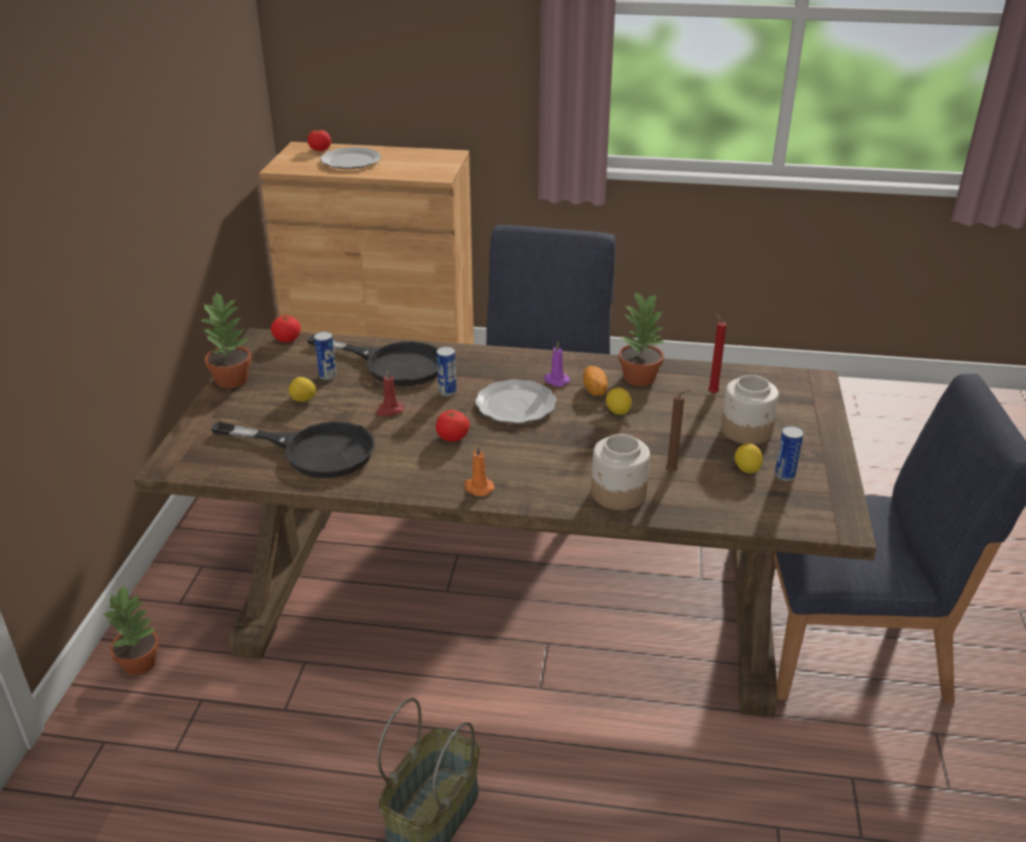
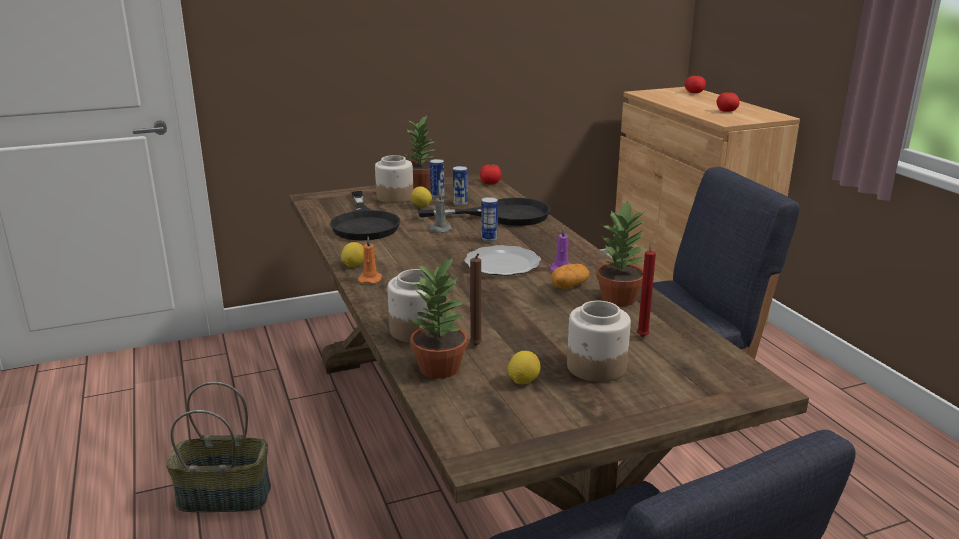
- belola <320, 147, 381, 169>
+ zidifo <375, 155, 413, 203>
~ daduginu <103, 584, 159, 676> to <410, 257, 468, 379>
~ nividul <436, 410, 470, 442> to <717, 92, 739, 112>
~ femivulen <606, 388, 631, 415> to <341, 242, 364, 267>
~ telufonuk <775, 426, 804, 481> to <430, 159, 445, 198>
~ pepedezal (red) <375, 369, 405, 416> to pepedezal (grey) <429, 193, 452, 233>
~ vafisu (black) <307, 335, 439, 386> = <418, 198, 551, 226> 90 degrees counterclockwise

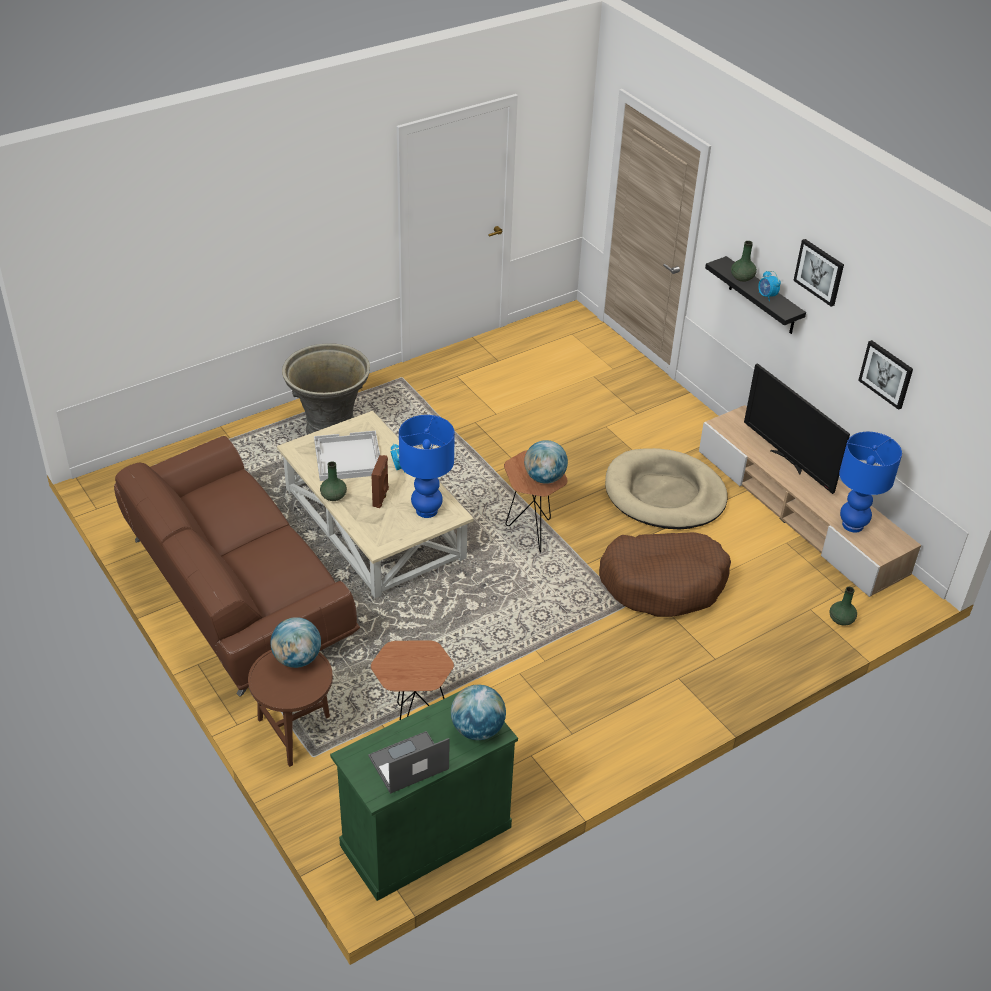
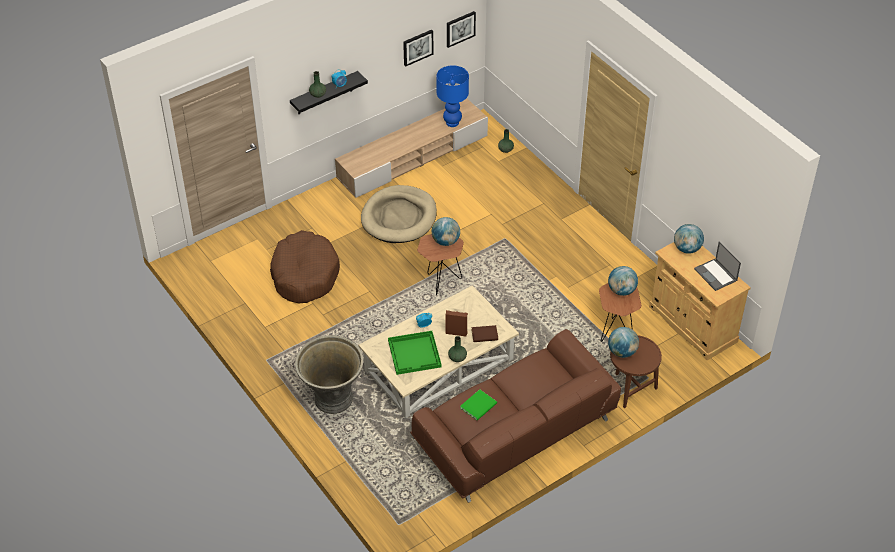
- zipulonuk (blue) <399, 415, 455, 518>
- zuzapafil <744, 363, 850, 494>
+ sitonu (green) <460, 389, 497, 420>
+ sitonu (brown) <471, 325, 498, 342>
+ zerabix <608, 266, 638, 296>
~ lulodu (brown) <599, 532, 731, 617> to <270, 230, 340, 303>
~ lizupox <793, 239, 844, 307> to <447, 11, 476, 48>
~ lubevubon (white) <314, 431, 380, 481> to lubevubon (green) <388, 331, 442, 375>
~ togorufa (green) <330, 691, 518, 901> to togorufa (beige) <649, 242, 751, 360>

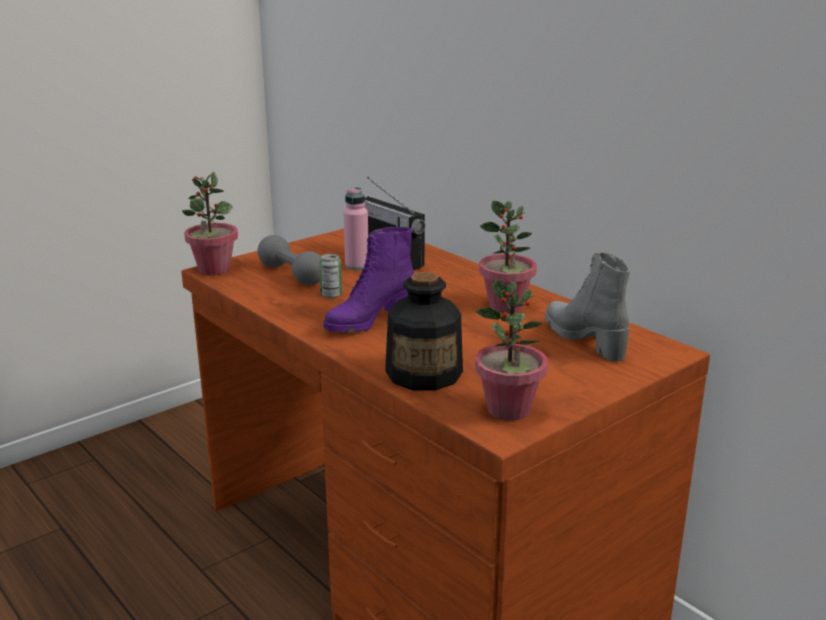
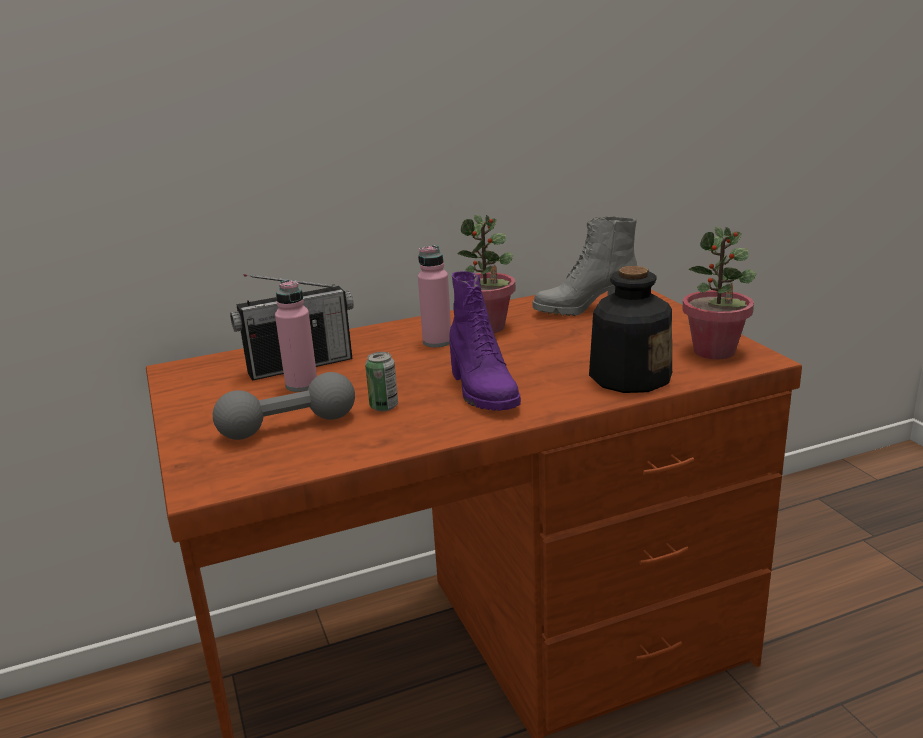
- daduginu <182, 171, 238, 276>
+ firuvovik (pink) <418, 245, 451, 347>

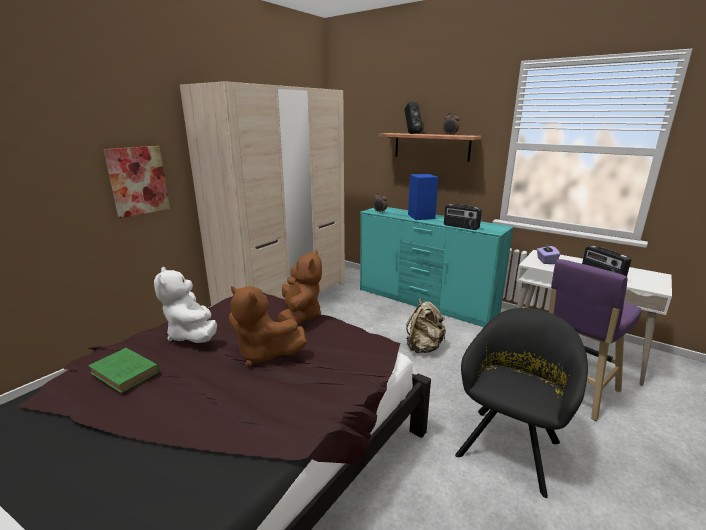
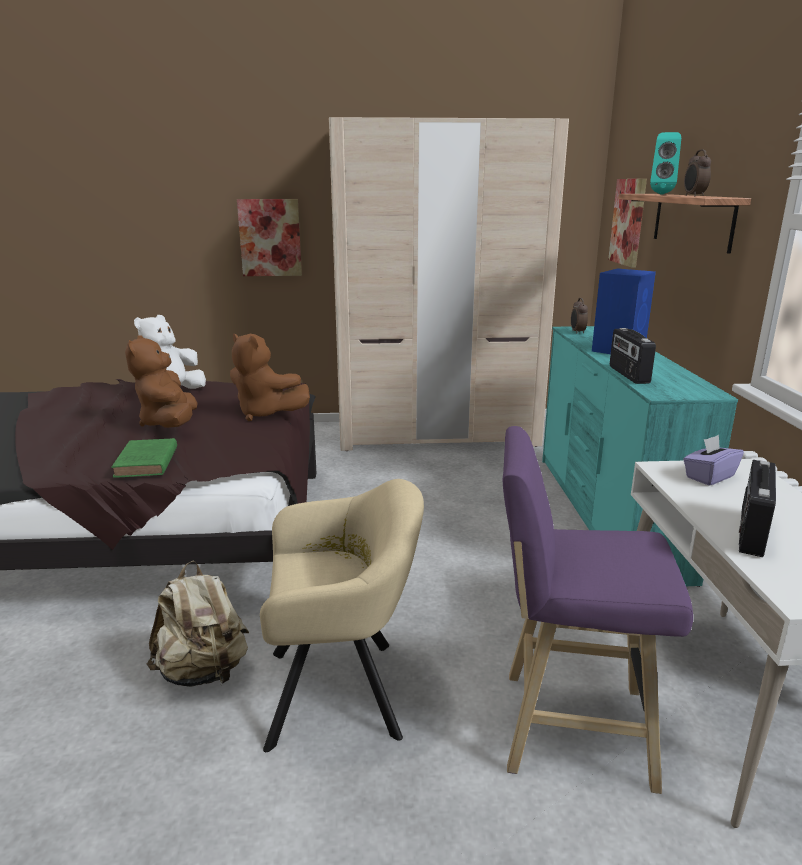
+ lizupox <608, 179, 647, 268>
~ sitonu (green) <89, 348, 160, 393> to <111, 438, 177, 478>
~ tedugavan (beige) <406, 298, 446, 353> to <147, 561, 249, 687>
~ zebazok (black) <404, 102, 423, 134> to zebazok (turquoise) <650, 132, 681, 195>
~ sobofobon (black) <455, 308, 588, 498> to sobofobon (beige) <260, 479, 424, 752>
~ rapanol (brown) <278, 250, 322, 326> = <230, 334, 310, 421> 75 degrees clockwise

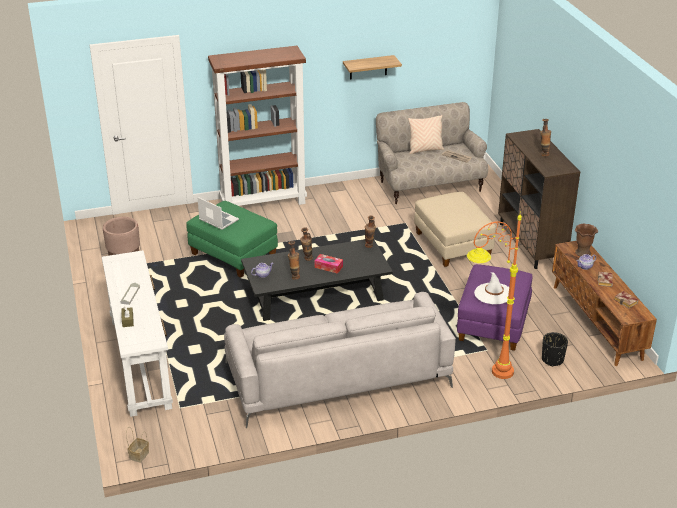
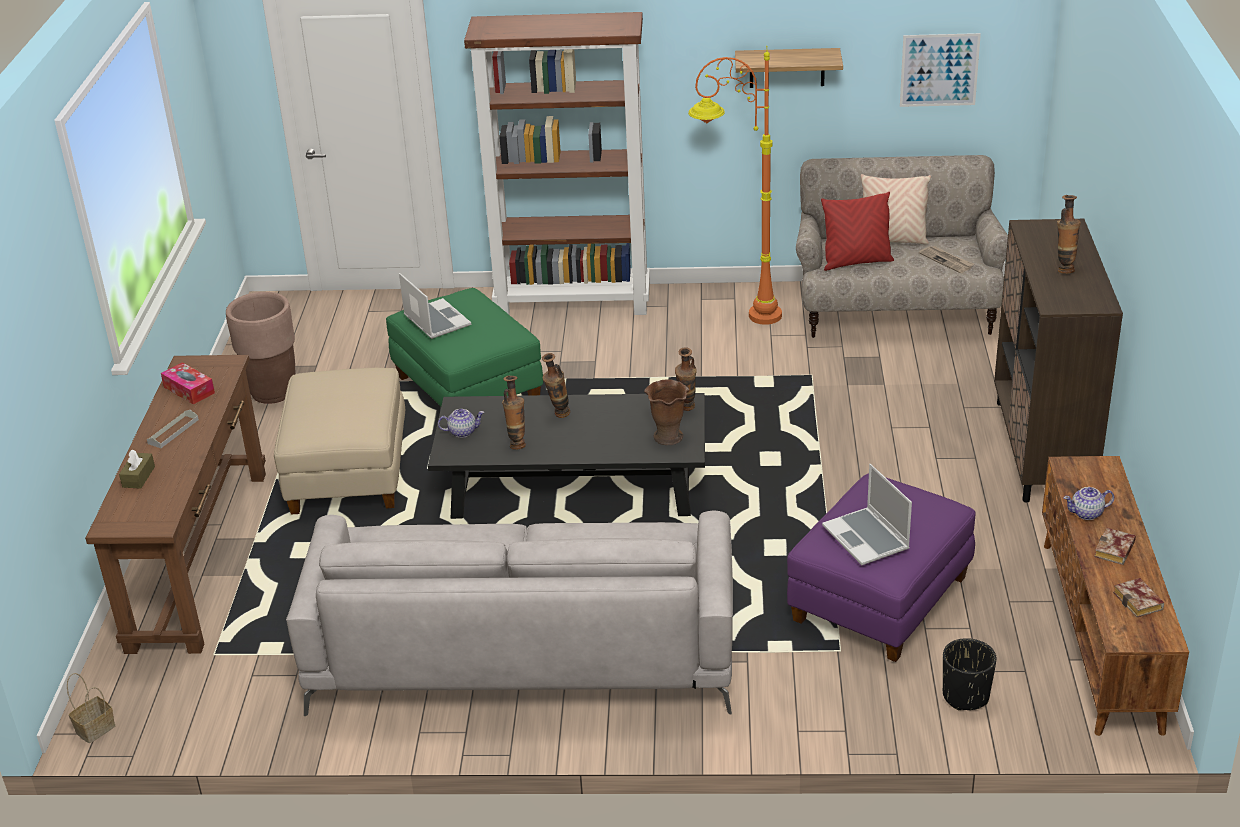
+ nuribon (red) <821, 192, 894, 271>
+ lizupox <900, 33, 981, 107>
~ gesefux <315, 254, 343, 274> to <161, 362, 215, 404>
~ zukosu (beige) <414, 192, 496, 267> to <274, 368, 405, 515>
~ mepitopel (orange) <467, 215, 522, 379> to <688, 46, 782, 325>
~ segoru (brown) <575, 223, 598, 257> to <644, 379, 689, 445>
~ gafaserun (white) <474, 272, 509, 304> to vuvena <822, 464, 912, 565>
~ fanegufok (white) <102, 250, 173, 417> to fanegufok (brown) <85, 355, 266, 654>

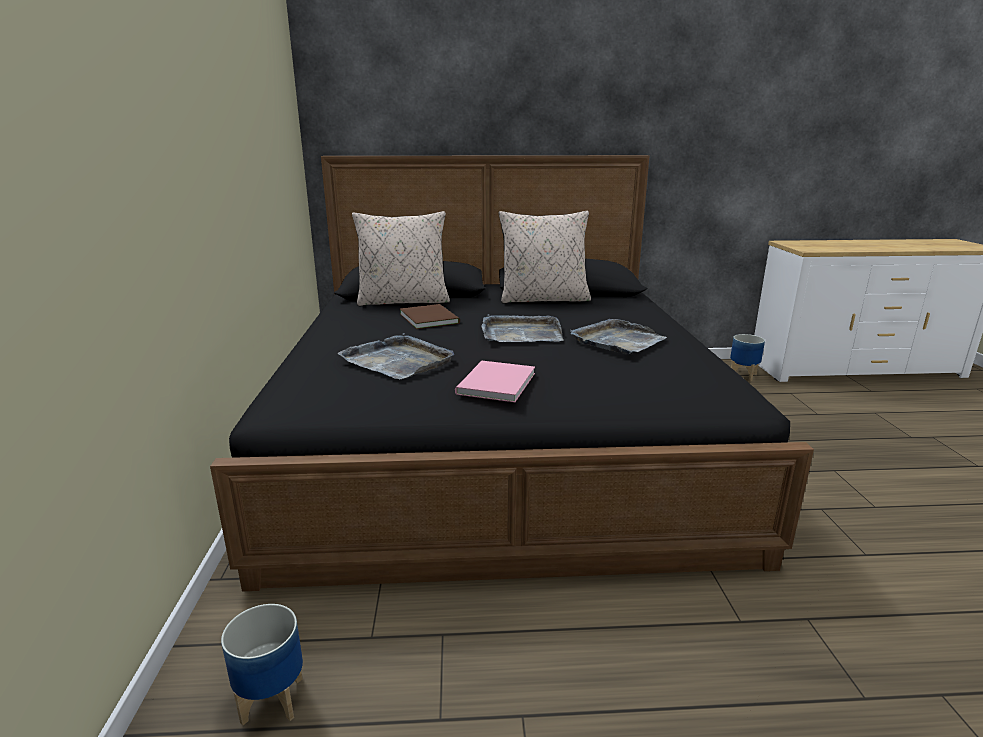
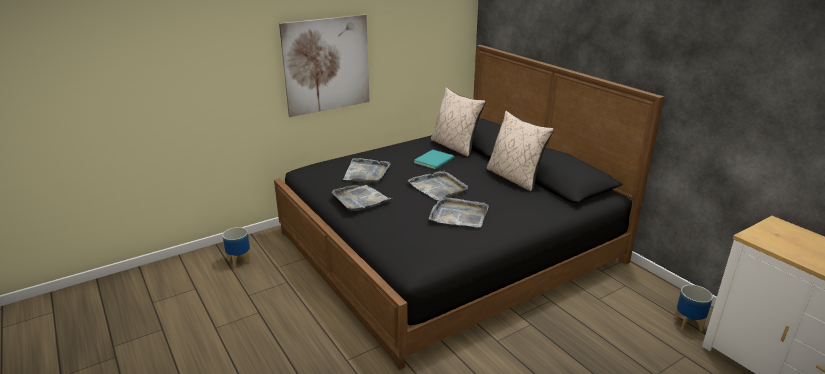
+ lizupox <279, 14, 370, 117>
~ sitonu (pink) <455, 361, 535, 402> to lubevubon (grey) <332, 185, 392, 211>
~ sitonu (brown) <400, 304, 460, 329> to sitonu (turquoise) <414, 150, 454, 170>

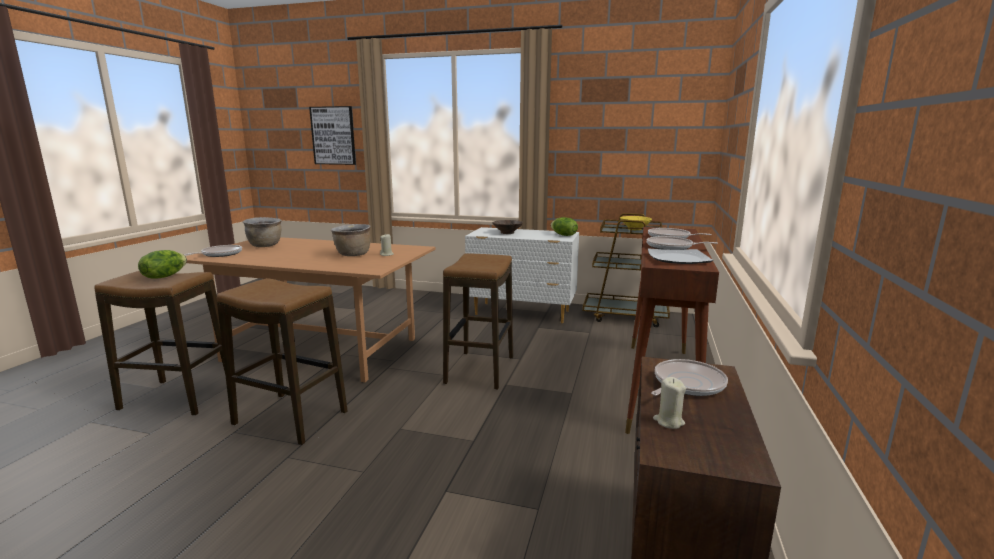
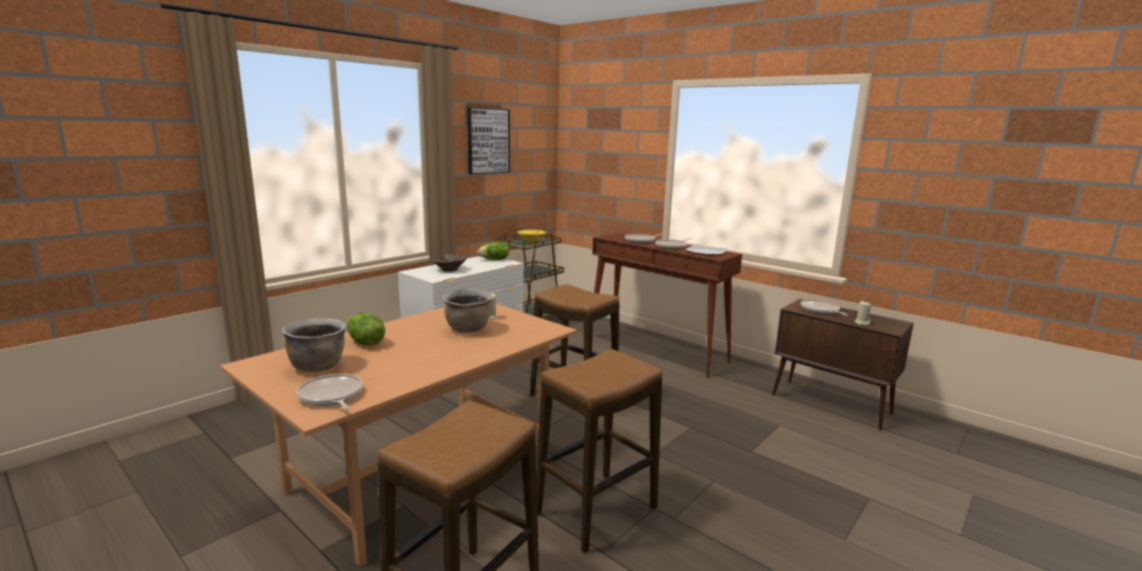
~ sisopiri <138, 250, 187, 279> to <347, 313, 385, 346>
~ lizupox <309, 106, 356, 165> to <467, 107, 510, 174>

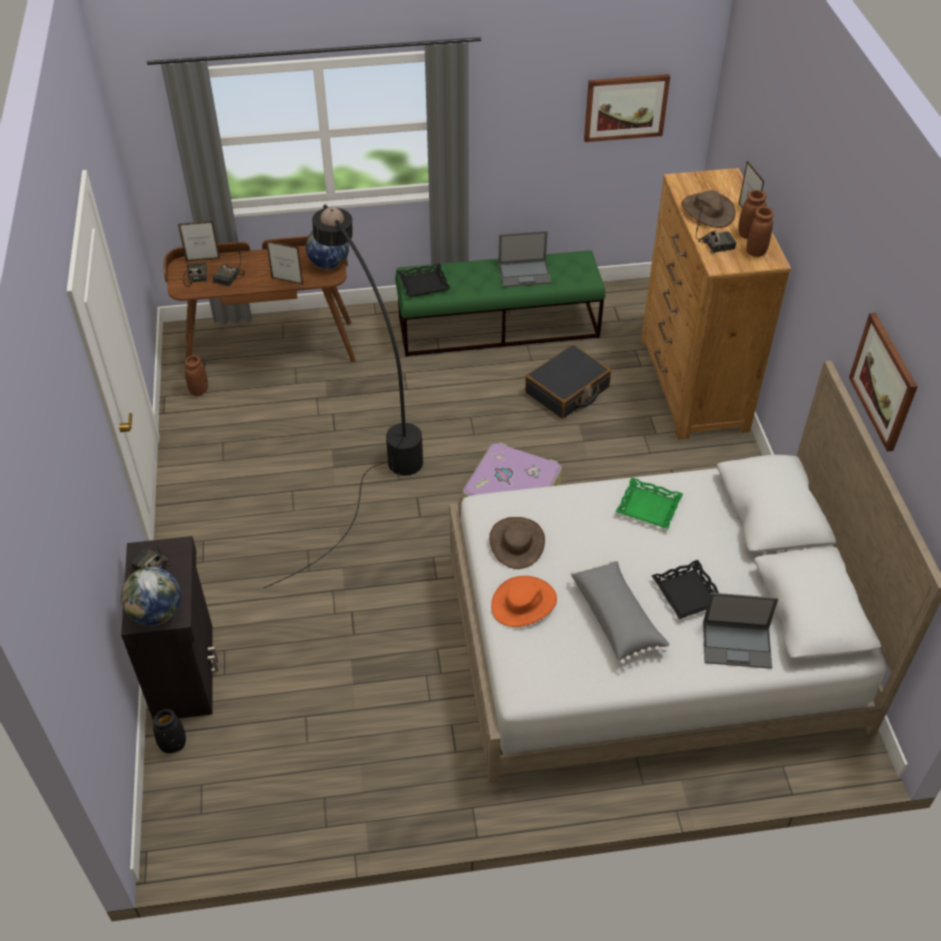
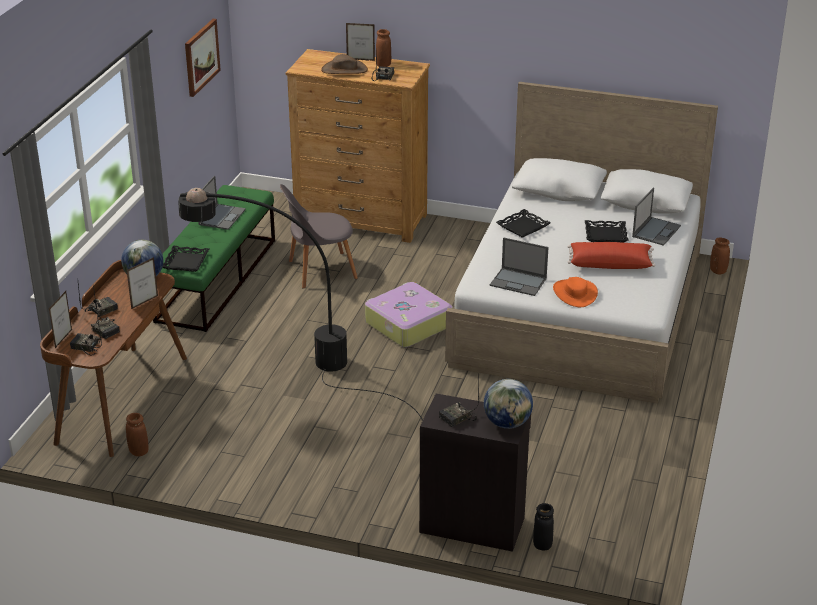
- lizupox <849, 313, 918, 452>
+ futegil <78, 284, 118, 317>
~ segoru (brown) <746, 206, 774, 257> to <710, 238, 730, 274>
~ gafaserun (brown) <489, 517, 545, 569> to vuvena <490, 237, 549, 296>
~ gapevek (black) <525, 345, 611, 419> to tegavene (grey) <280, 184, 358, 289>
~ nuribon (grey) <571, 560, 669, 665> to nuribon (red) <568, 242, 655, 269>
~ lubevubon (green) <615, 478, 683, 529> to lubevubon (black) <496, 209, 551, 238>

